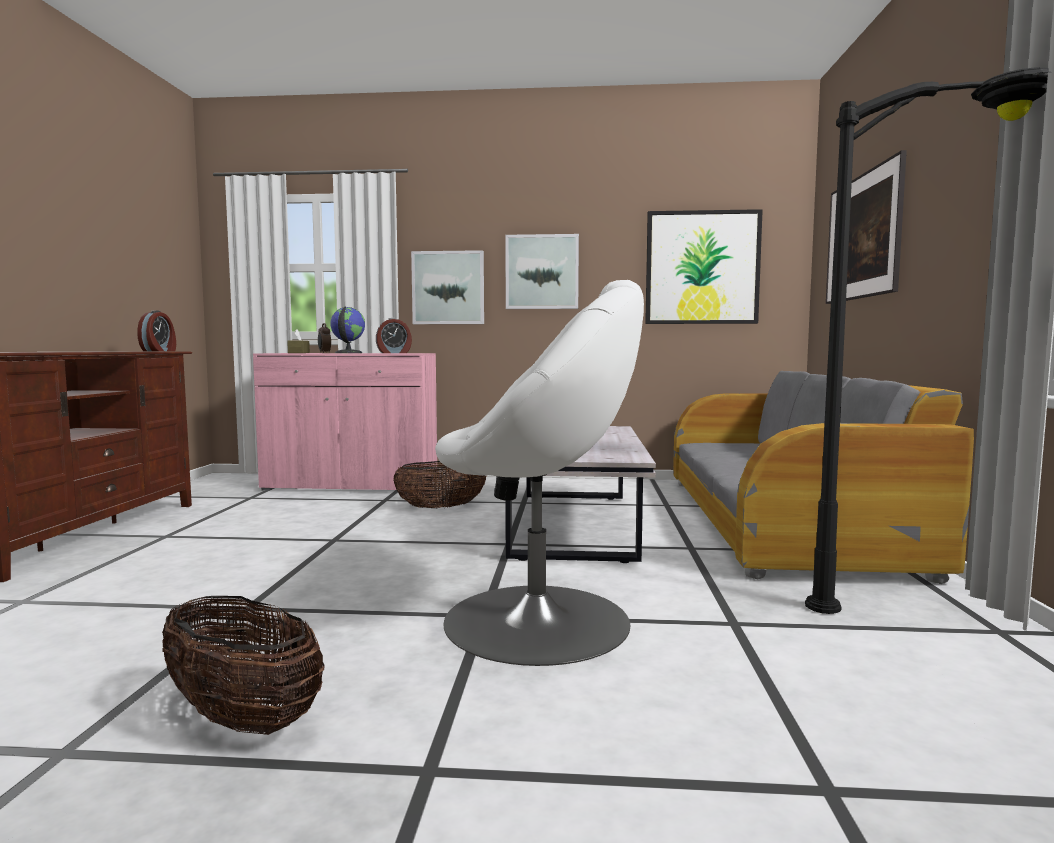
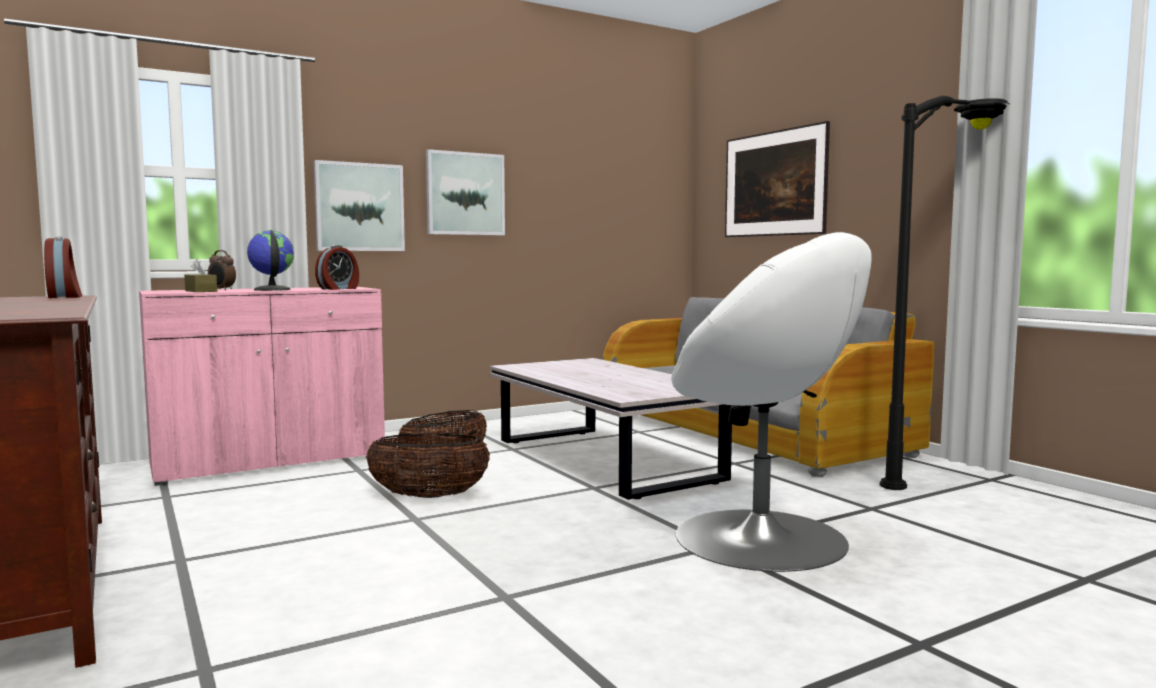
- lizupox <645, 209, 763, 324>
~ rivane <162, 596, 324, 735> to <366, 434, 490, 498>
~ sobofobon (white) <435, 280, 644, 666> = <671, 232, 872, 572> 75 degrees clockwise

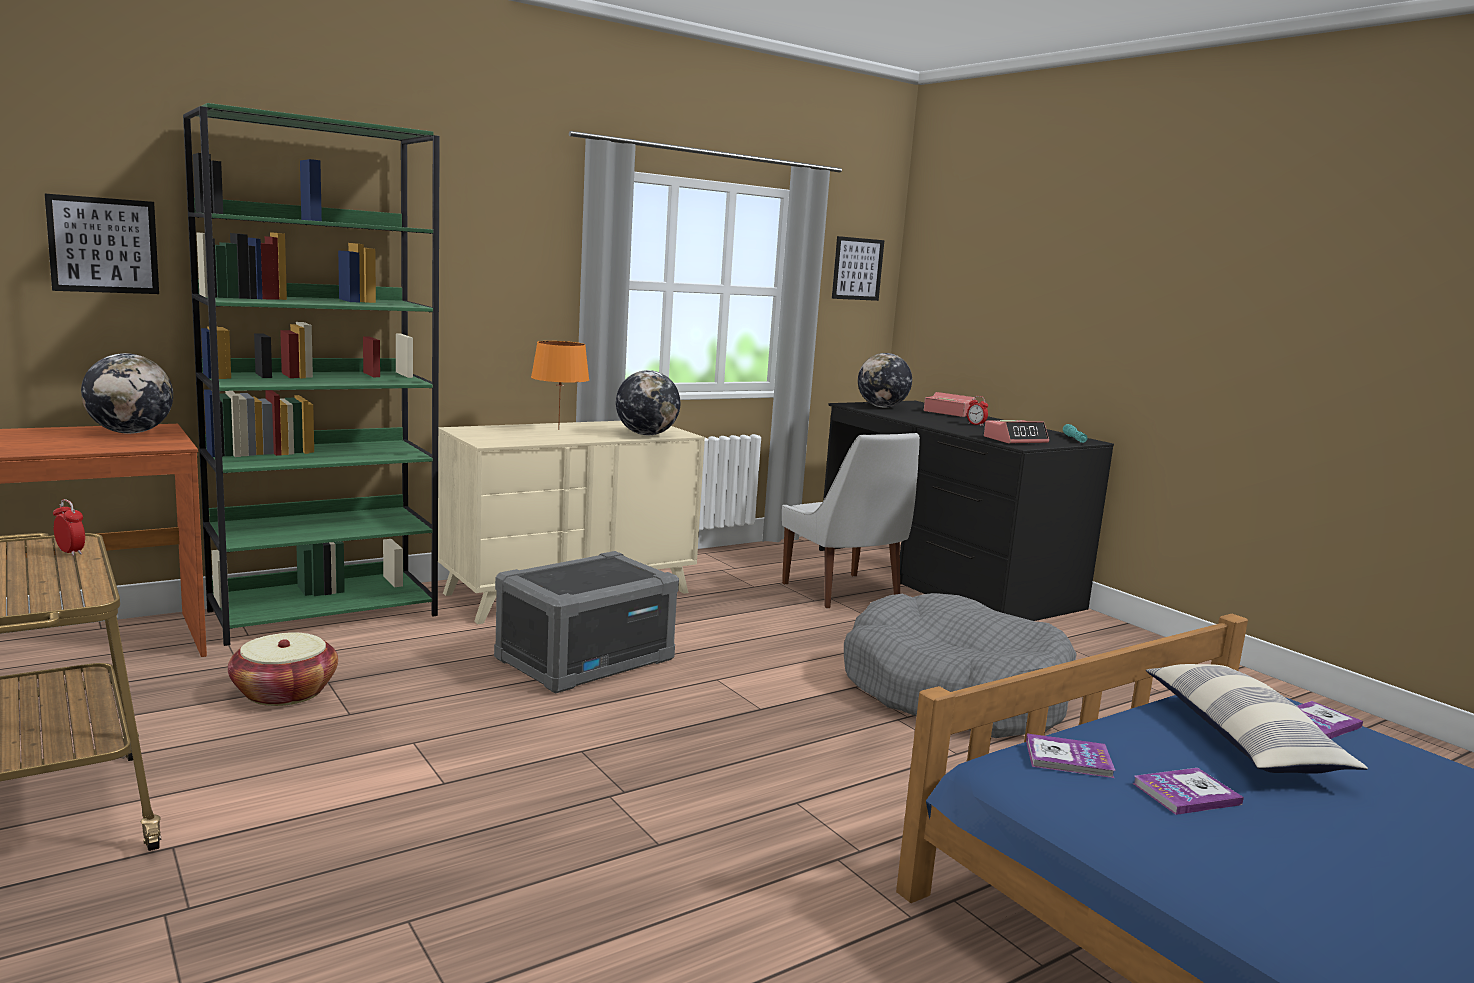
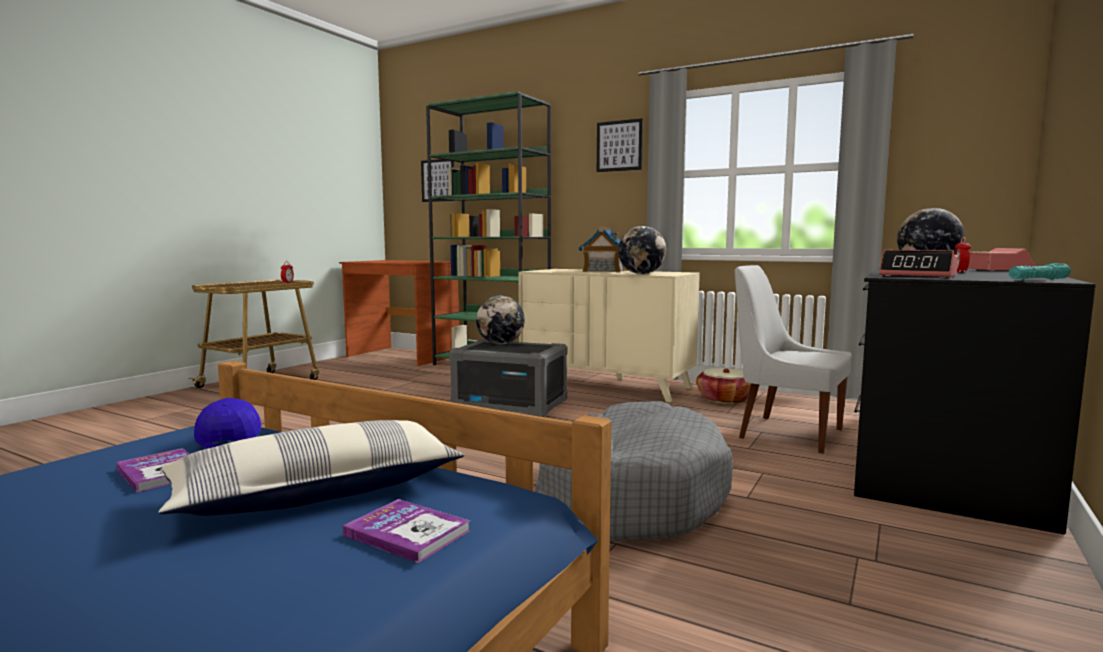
~ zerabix <81, 353, 173, 434> to <476, 296, 525, 344>
~ rivane <228, 632, 338, 706> to <696, 368, 751, 404>
~ lizupox <832, 236, 884, 301> to <597, 118, 643, 172>
~ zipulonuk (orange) <531, 341, 589, 430> to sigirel <578, 227, 625, 272>
~ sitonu <1026, 734, 1116, 778> to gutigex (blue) <194, 398, 261, 448>
~ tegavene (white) <782, 433, 920, 609> = <735, 265, 852, 454> 90 degrees clockwise

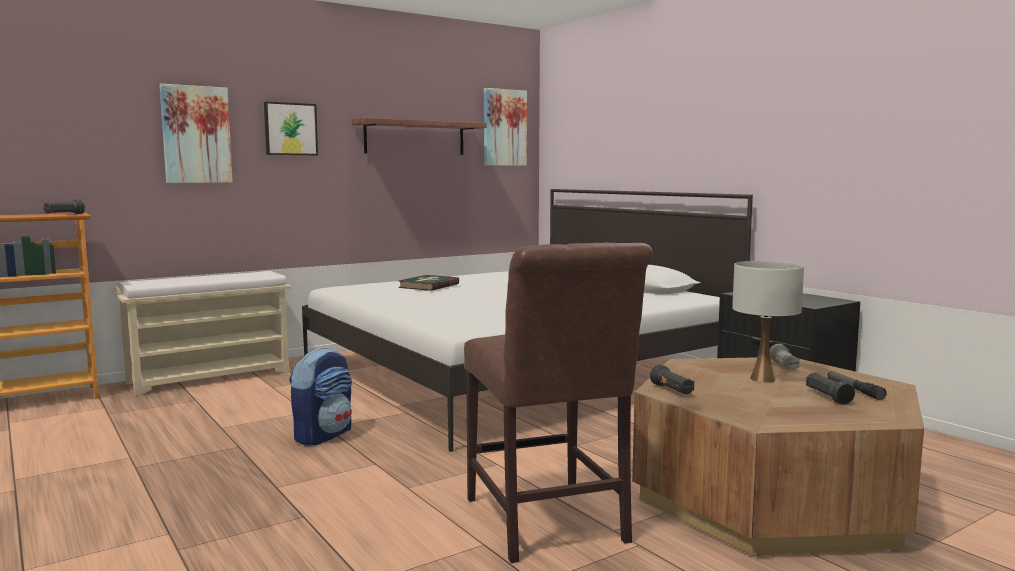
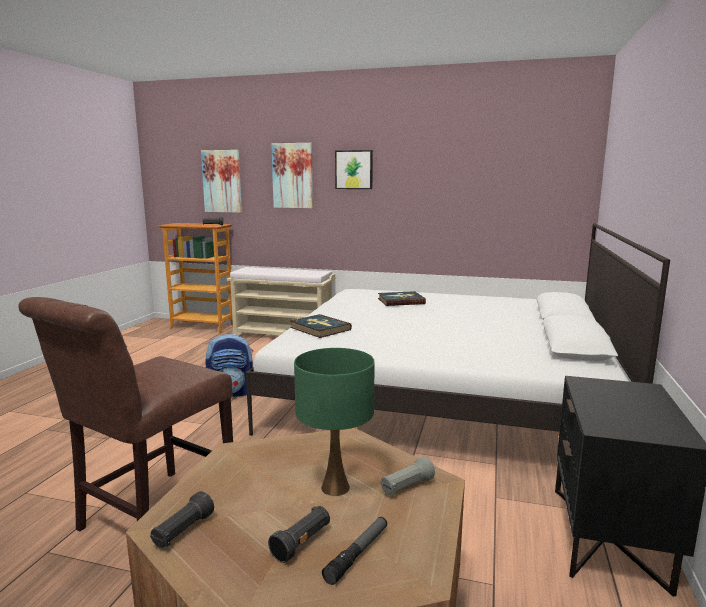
- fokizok <352, 118, 487, 155>
+ sitonu <290, 314, 352, 338>
~ lizupox <484, 88, 527, 166> to <201, 150, 242, 213>
~ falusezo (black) <650, 364, 694, 395> to <150, 491, 214, 548>
~ zipulonuk (white) <732, 261, 804, 383> to zipulonuk (green) <294, 348, 375, 496>

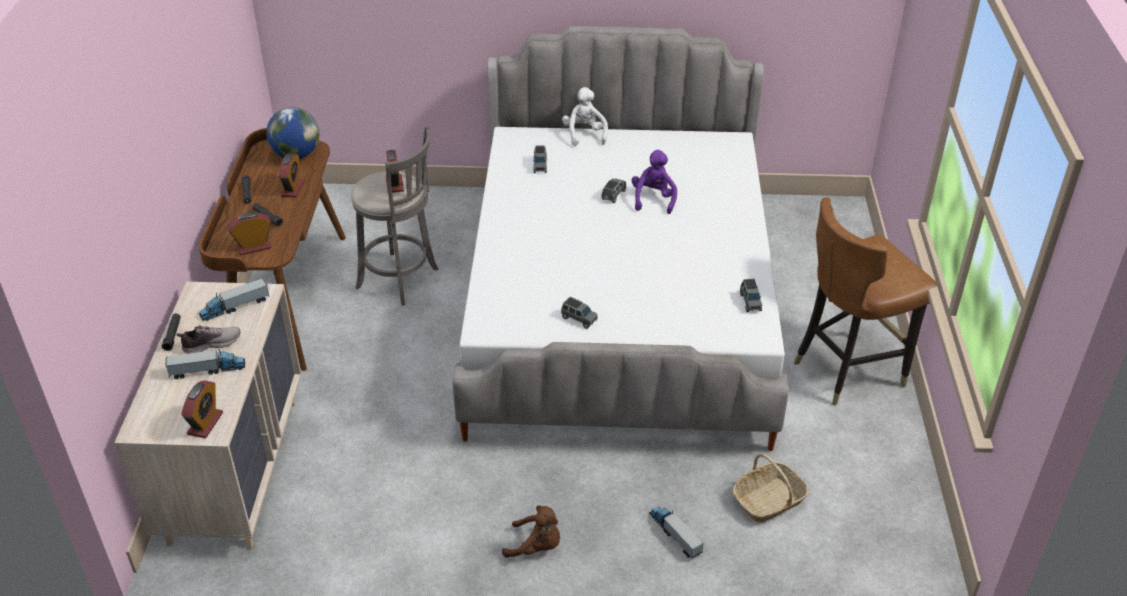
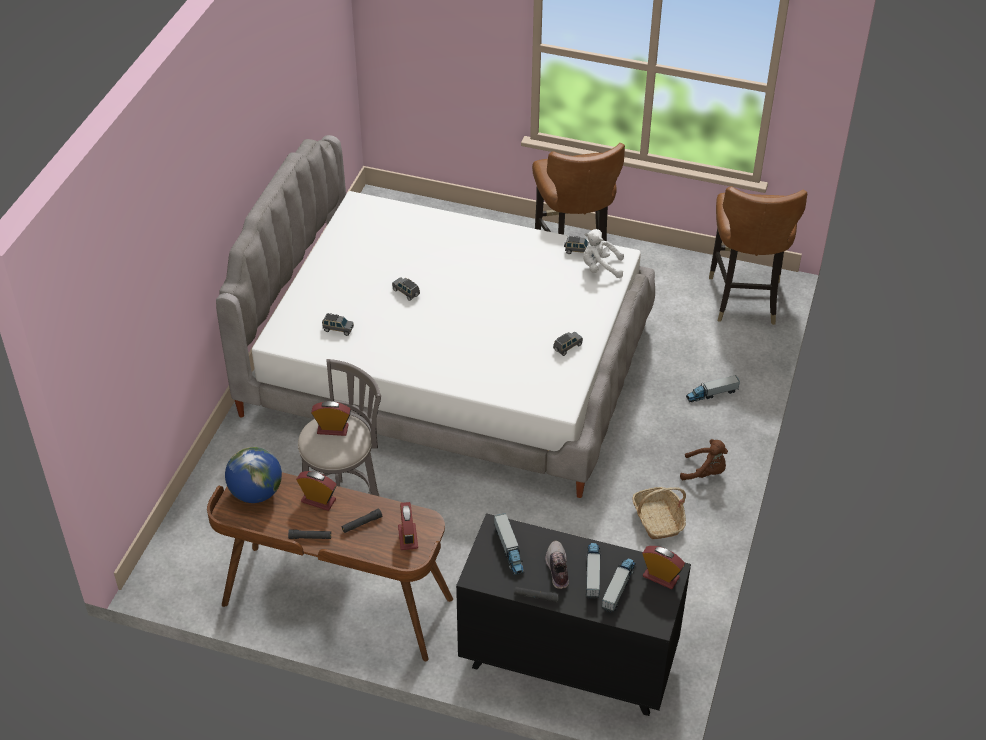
- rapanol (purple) <631, 150, 677, 214>
+ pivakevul <602, 559, 636, 612>
+ tegavene (brown) <709, 186, 807, 325>
~ rapanol (white) <562, 87, 608, 146> to <583, 229, 624, 278>
~ rivane <732, 454, 809, 523> to <632, 487, 686, 539>
~ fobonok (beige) <114, 282, 301, 549> to fobonok (black) <456, 513, 691, 716>
~ rapanol (brown) <502, 505, 560, 558> = <680, 439, 728, 480> 75 degrees clockwise

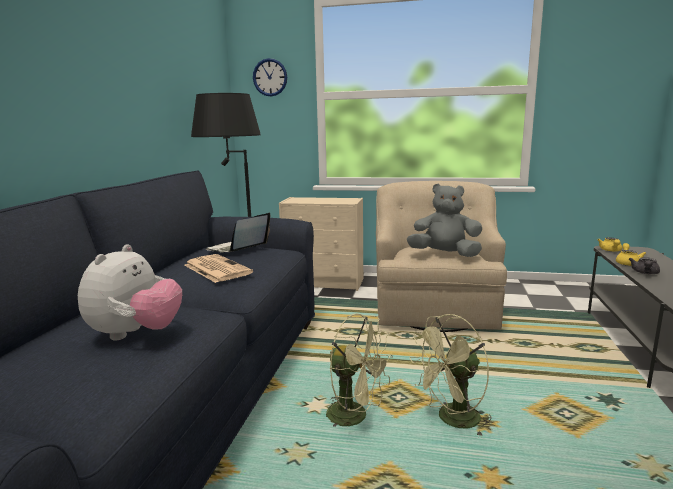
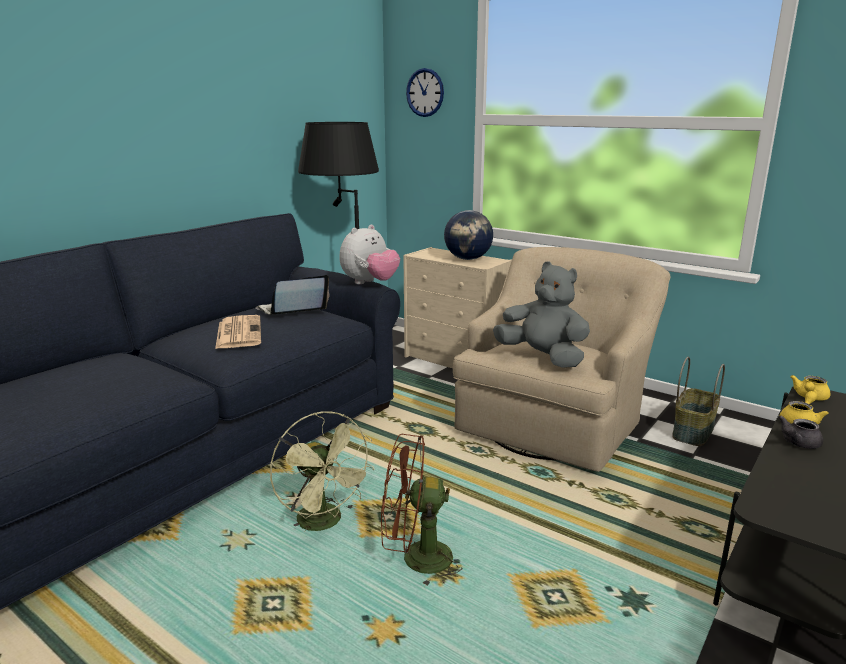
+ zerabix <444, 210, 493, 260>
+ rivane <672, 357, 725, 446>
~ rapanol <78, 244, 182, 341> to <340, 225, 400, 284>
~ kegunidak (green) <409, 314, 492, 438> to kegunidak (brown) <381, 434, 462, 586>

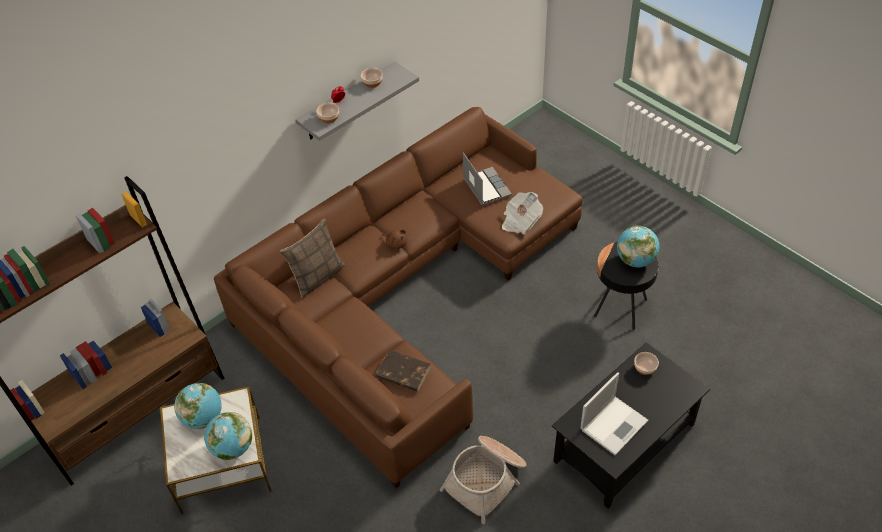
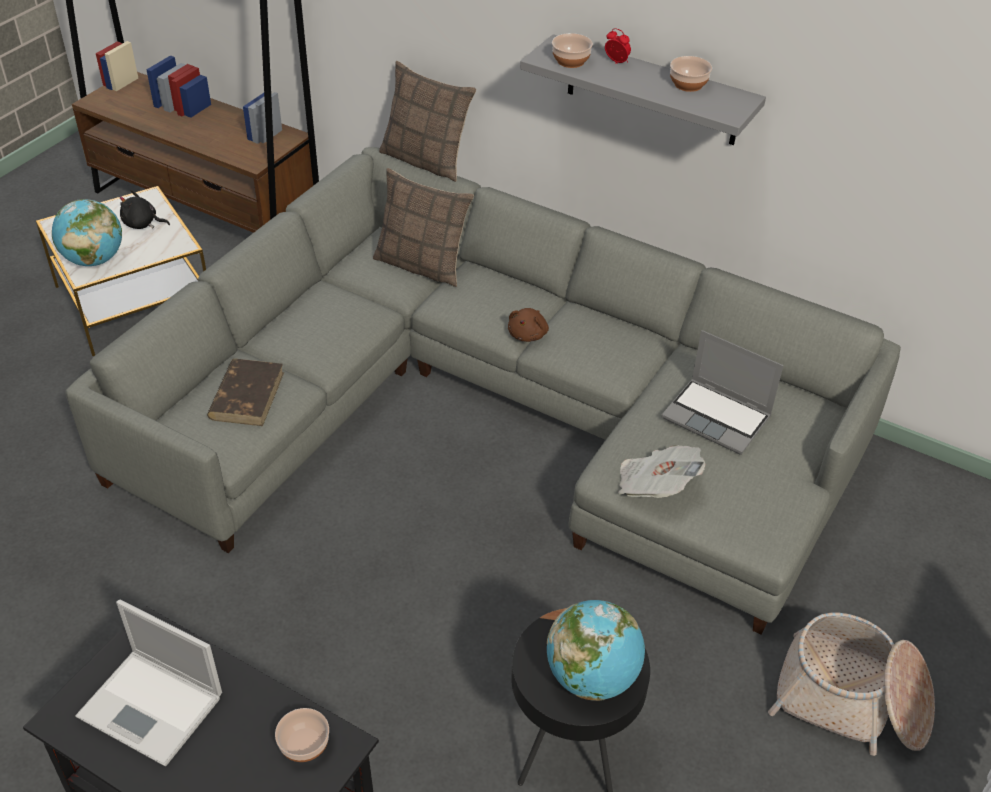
+ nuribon <379, 61, 476, 182>
~ rivane <440, 436, 526, 524> to <768, 613, 935, 756>
~ zerabix <174, 383, 222, 429> to rapanol (black) <120, 190, 170, 229>
~ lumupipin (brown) <214, 107, 583, 489> to lumupipin (grey) <65, 147, 901, 635>
~ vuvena <463, 152, 512, 205> = <661, 330, 783, 455> 75 degrees clockwise

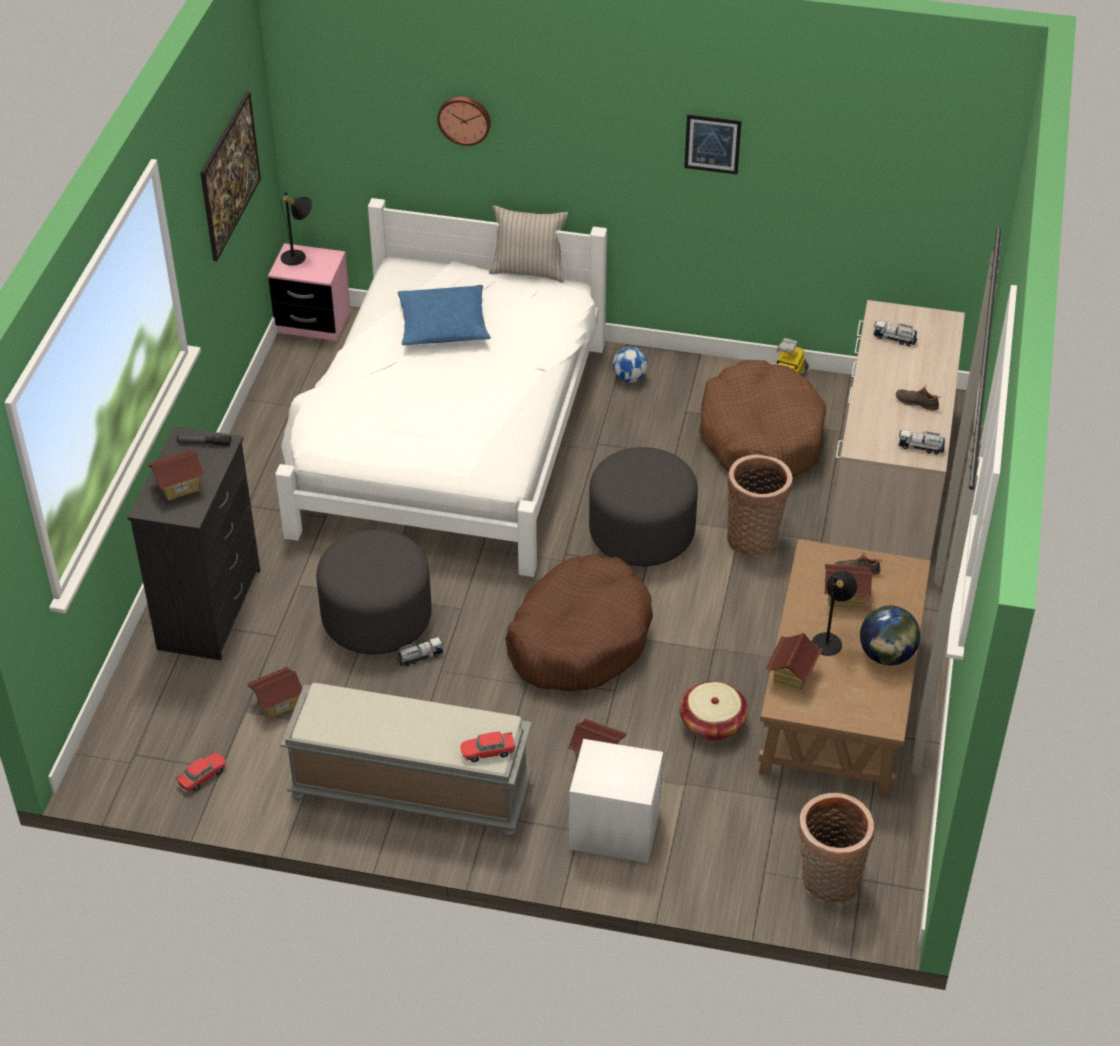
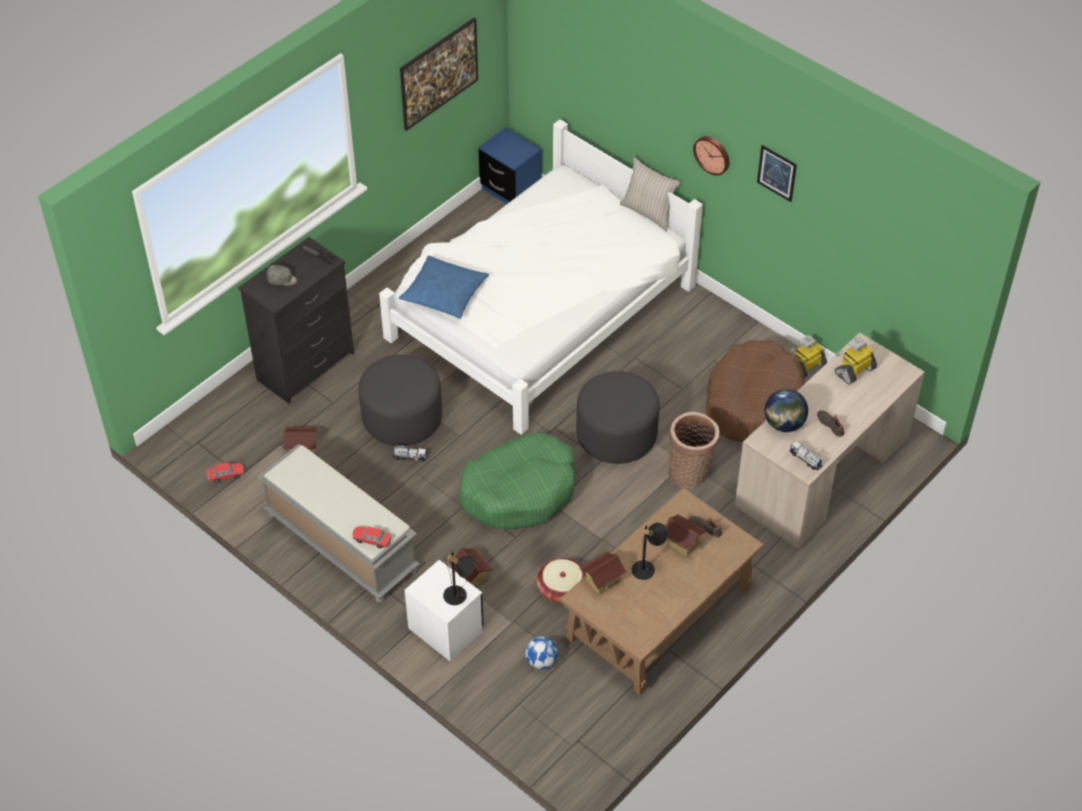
- rivane <798, 793, 875, 904>
~ zipulonuk (black) <281, 191, 312, 266> to <443, 551, 475, 605>
~ nuribon (blue) <398, 285, 491, 345> to <399, 255, 489, 319>
~ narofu <437, 97, 491, 146> to <693, 136, 730, 176>
~ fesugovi <612, 347, 648, 383> to <526, 636, 558, 669>
~ zerabix <860, 606, 920, 665> to <765, 389, 808, 432>
~ sigirel <147, 449, 205, 501> to gutigex (grey) <267, 265, 297, 286>
~ pivakevul <873, 320, 918, 346> to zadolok <835, 336, 877, 384>
~ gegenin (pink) <268, 243, 351, 341> to gegenin (blue) <478, 128, 542, 204>
~ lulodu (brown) <505, 555, 653, 691> to lulodu (green) <459, 432, 575, 530>

